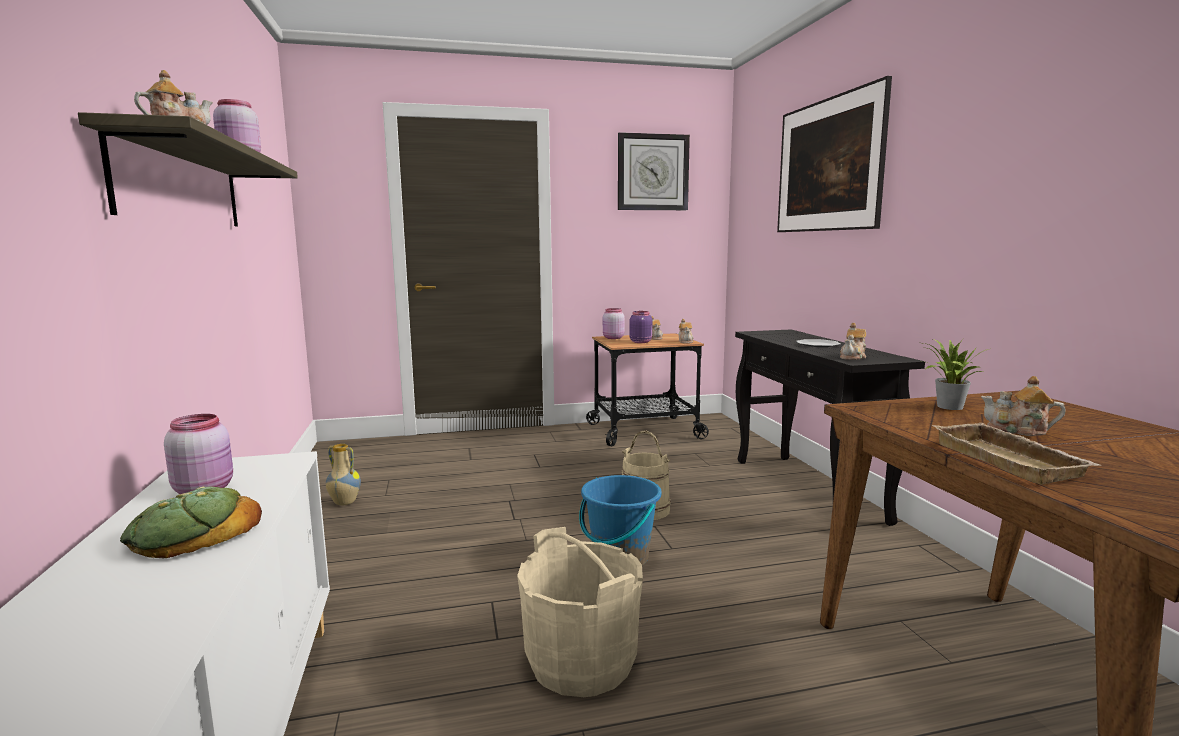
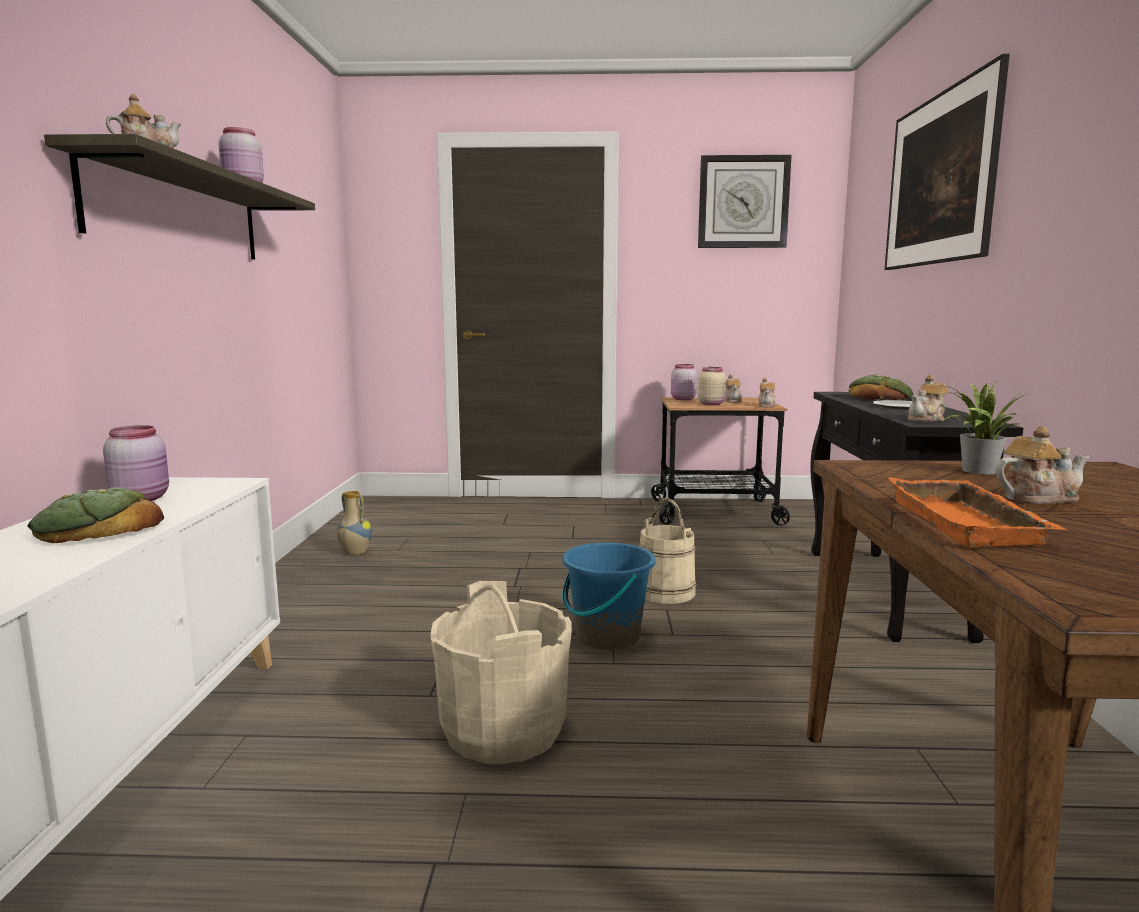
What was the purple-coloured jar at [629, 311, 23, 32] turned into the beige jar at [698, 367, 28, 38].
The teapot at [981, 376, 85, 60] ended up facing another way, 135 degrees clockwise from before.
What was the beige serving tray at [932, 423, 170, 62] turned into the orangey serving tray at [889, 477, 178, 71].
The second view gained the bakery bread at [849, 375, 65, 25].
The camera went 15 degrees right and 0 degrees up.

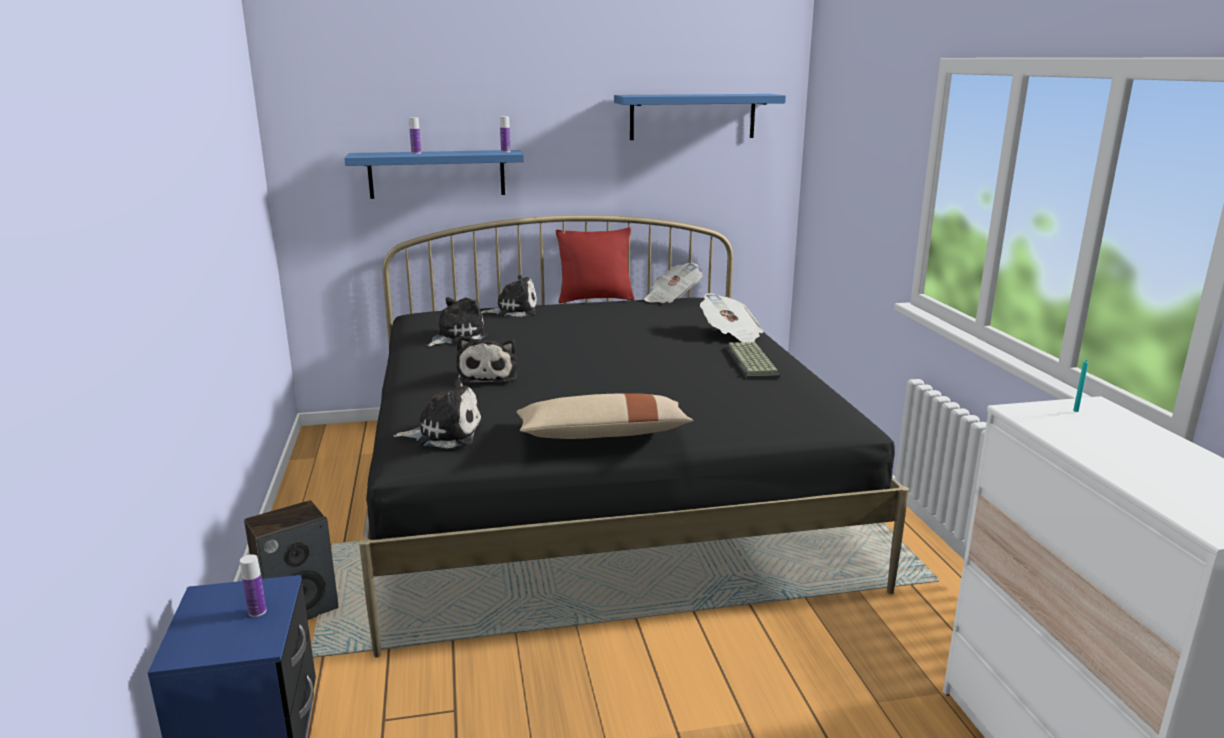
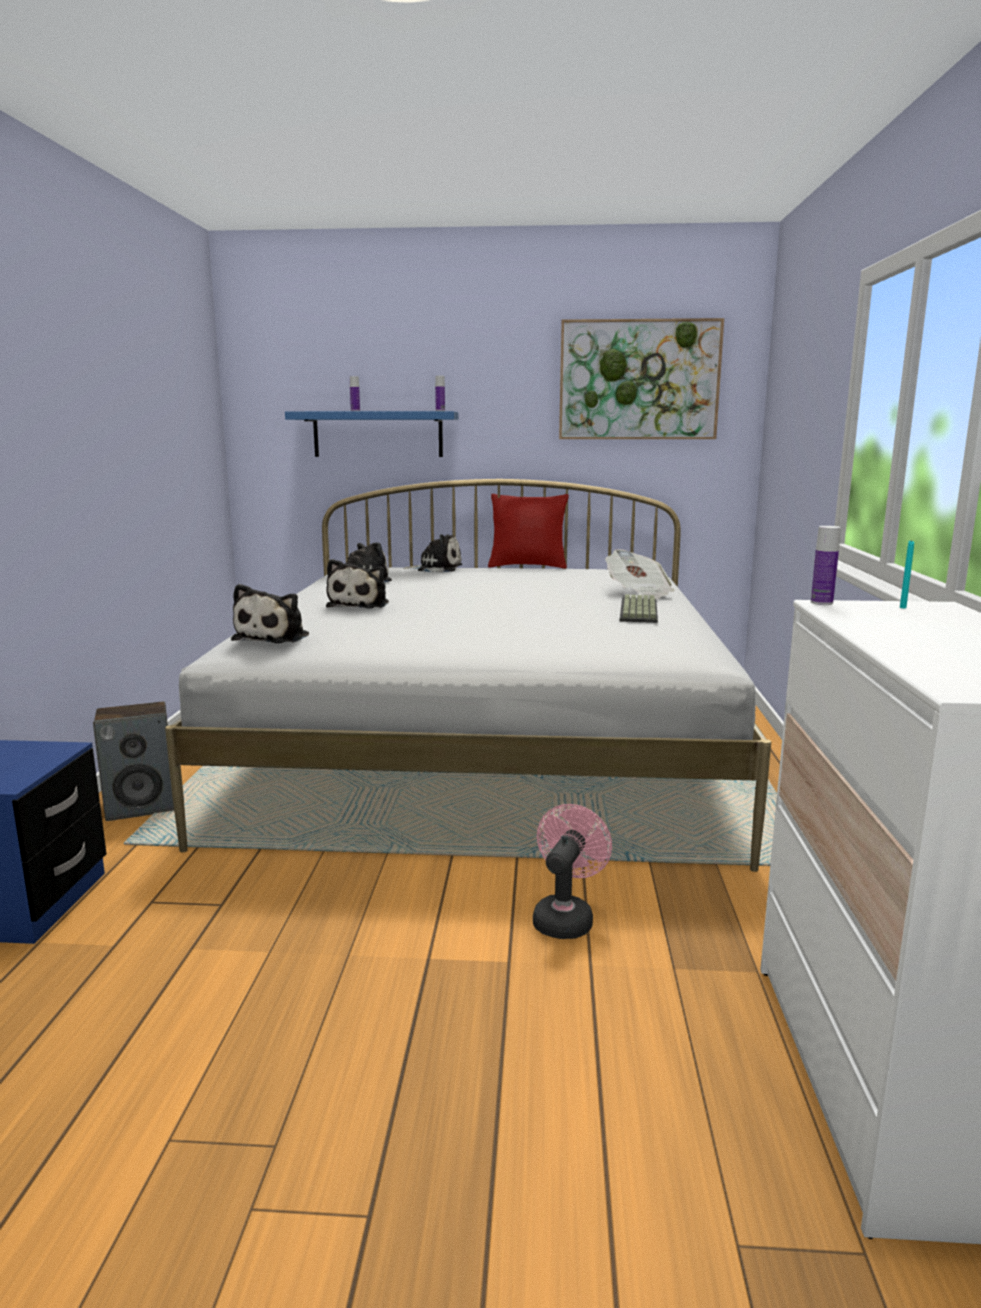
Where the blue shelf hung at [614, 94, 172, 46], the wall picture came to hang at [559, 318, 165, 121].
What was the black sleeping bed at [359, 215, 550, 442] turned into the white sleeping bed at [165, 479, 606, 393].
The second view lost the printed paper at [644, 263, 58, 40].
The plush toy at [393, 379, 89, 70] ended up facing another way, 90 degrees clockwise from before.
The second view lost the beige pillow at [517, 393, 176, 46].
The drink bottle ended up elsewhere, having gone from [240, 555, 26, 62] to [811, 526, 30, 79].
The second view gained the pink-coloured fan at [533, 804, 79, 135].
The camera went 15 degrees right and 5 degrees down.

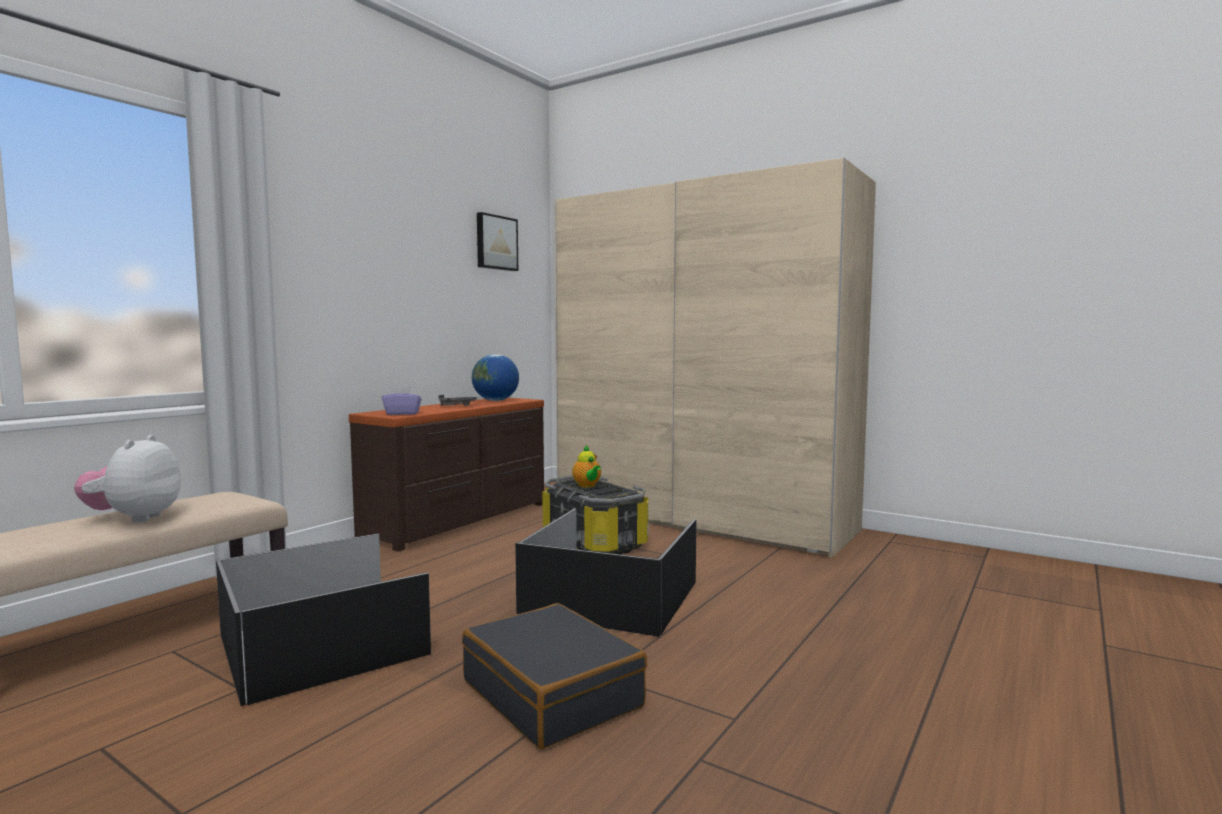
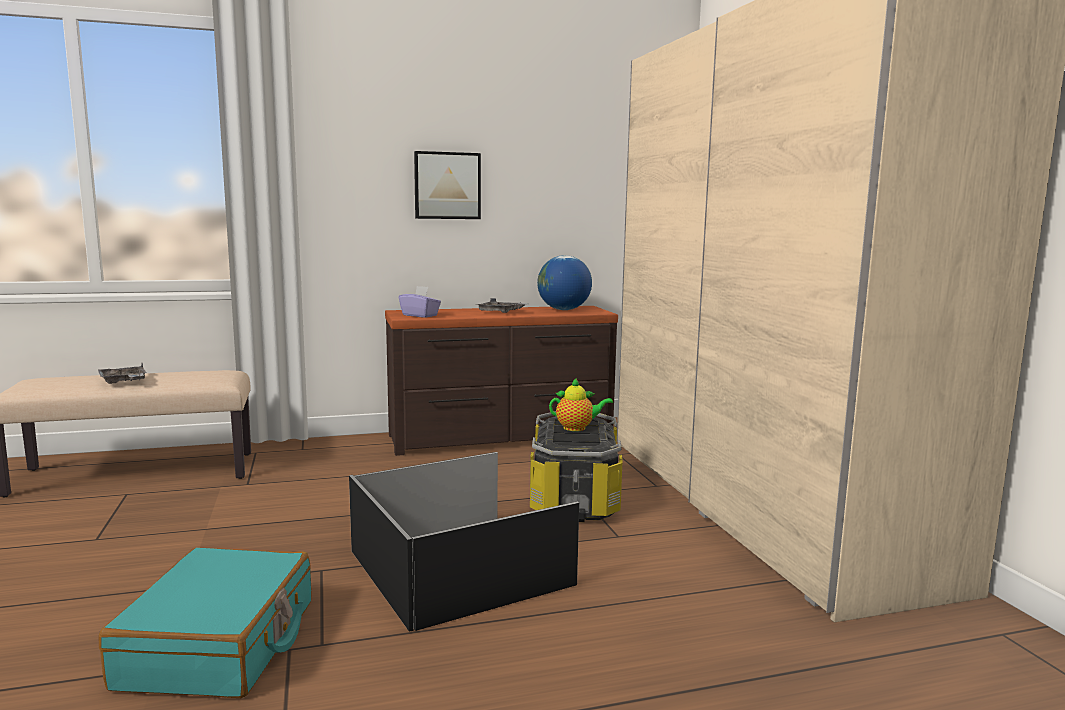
The wall picture ended up elsewhere, having gone from [477, 212, 41, 59] to [414, 151, 67, 68].
Where the plush toy stood at [74, 435, 107, 88], the gray serving tray came to stand at [98, 363, 49, 21].
The teapot at [572, 445, 29, 42] ended up facing another way, 105 degrees counterclockwise from before.
The second view lost the black storage container at [216, 534, 215, 172].
What was the black suitcase at [462, 603, 185, 146] turned into the turquoise suitcase at [98, 548, 213, 150].
The camera went 40 degrees right and 5 degrees up.

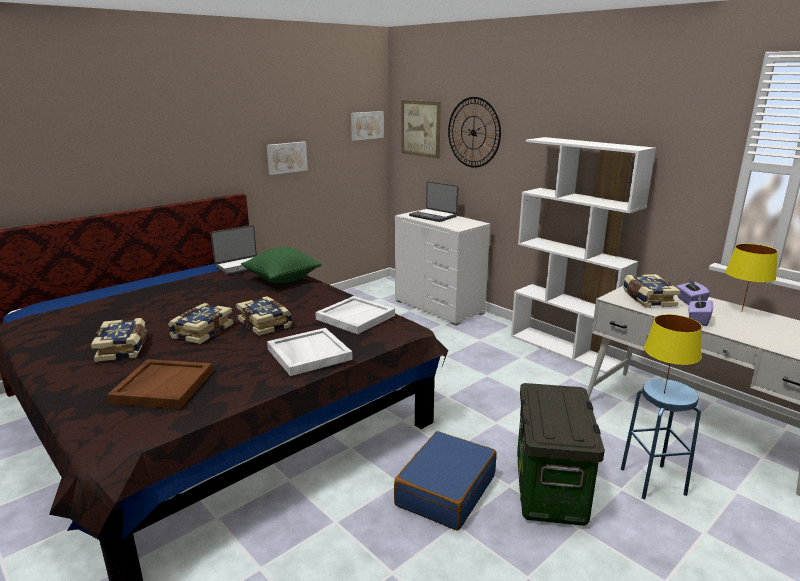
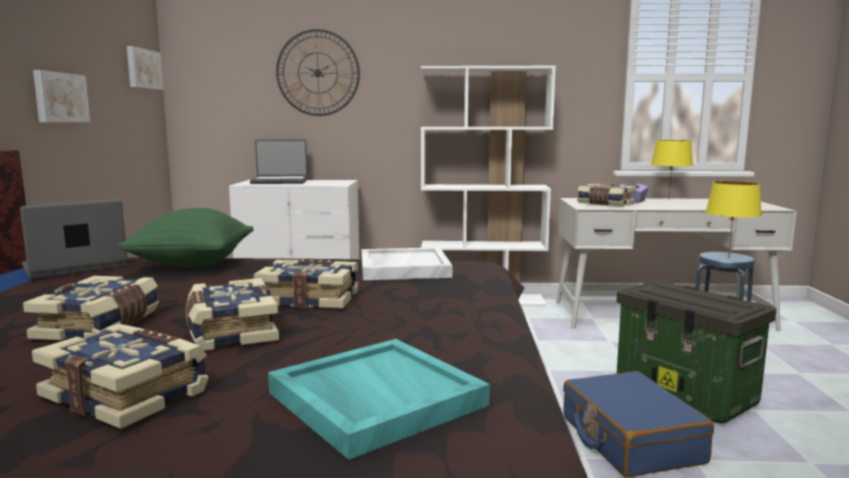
The second view lost the wall picture at [401, 100, 40, 59].
The portable computer at [211, 225, 46, 51] ended up facing another way, 135 degrees counterclockwise from before.
The second view lost the purple-coloured box of tissues at [688, 295, 25, 31].
The second view lost the white serving tray at [267, 328, 86, 48].
What was the brown serving tray at [107, 359, 106, 50] turned into the turquoise serving tray at [268, 339, 222, 121].
The second view gained the volume at [23, 276, 136, 65].
The camera went 45 degrees left and 10 degrees down.

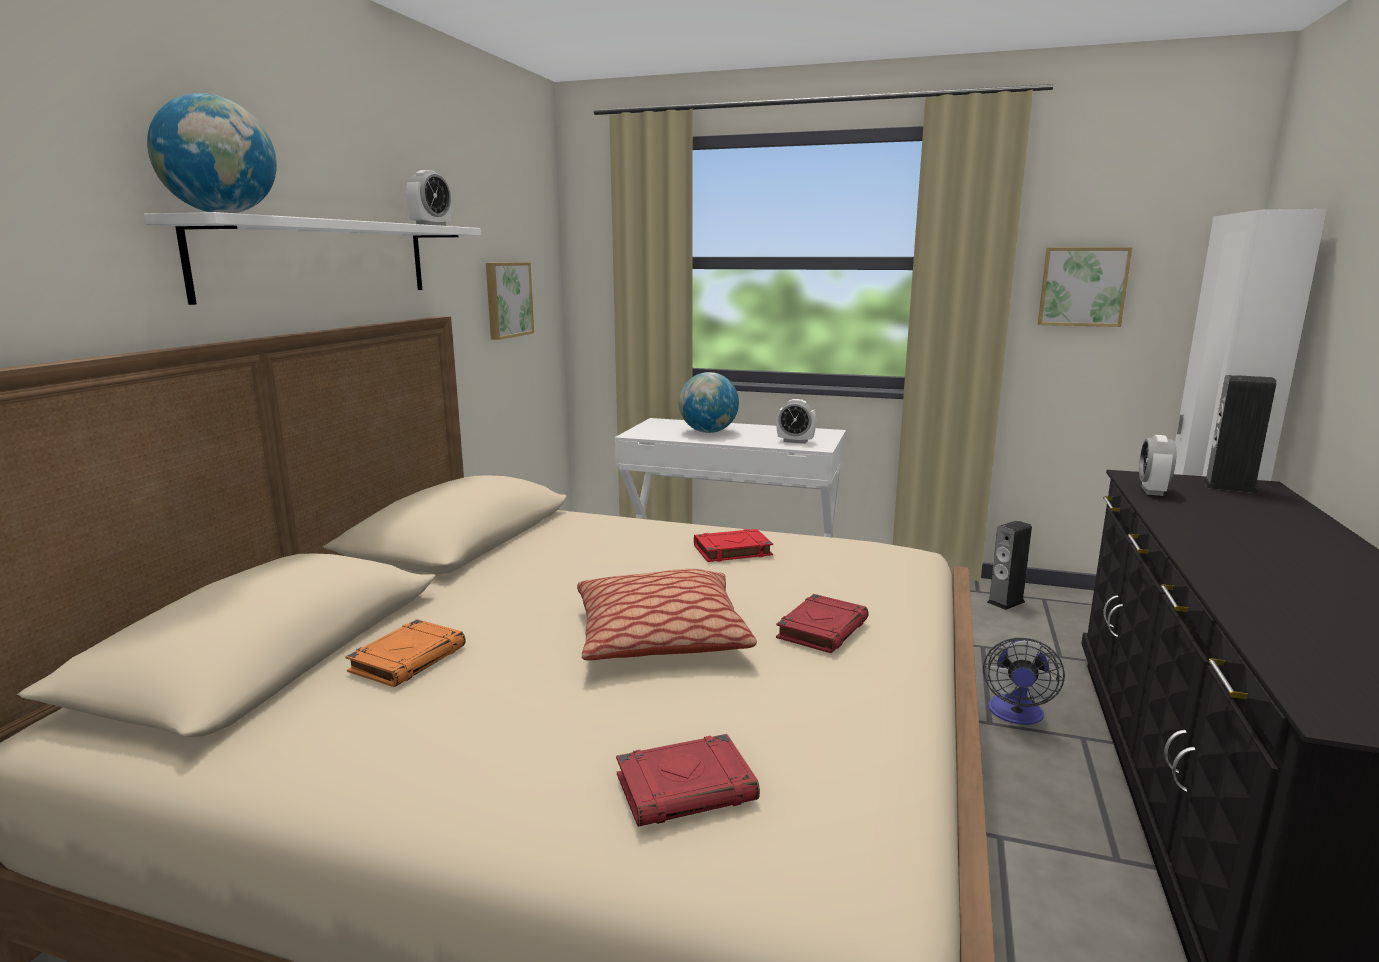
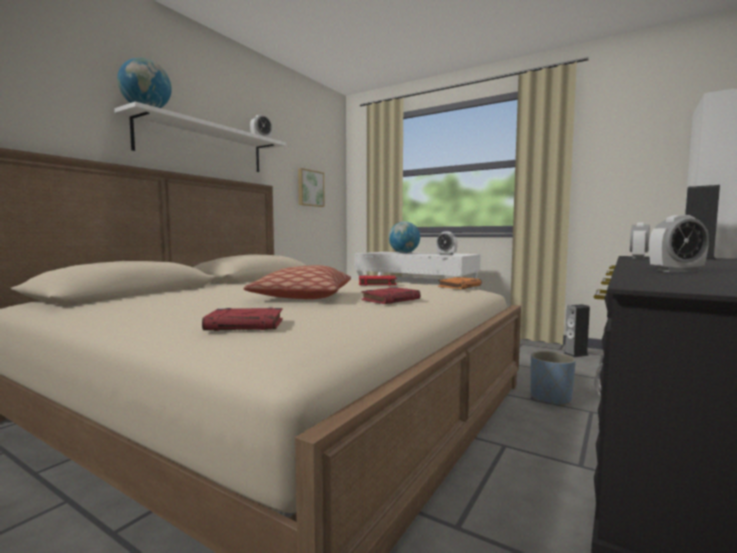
The second view lost the wall picture at [1038, 247, 94, 80].
The orangey volume ended up elsewhere, having gone from [345, 619, 121, 68] to [438, 277, 44, 12].
Where the fan stood at [983, 638, 82, 87], the blue plant pot came to stand at [531, 351, 45, 55].
The second view gained the alarm clock at [649, 215, 60, 57].
The camera went 15 degrees right and 10 degrees down.

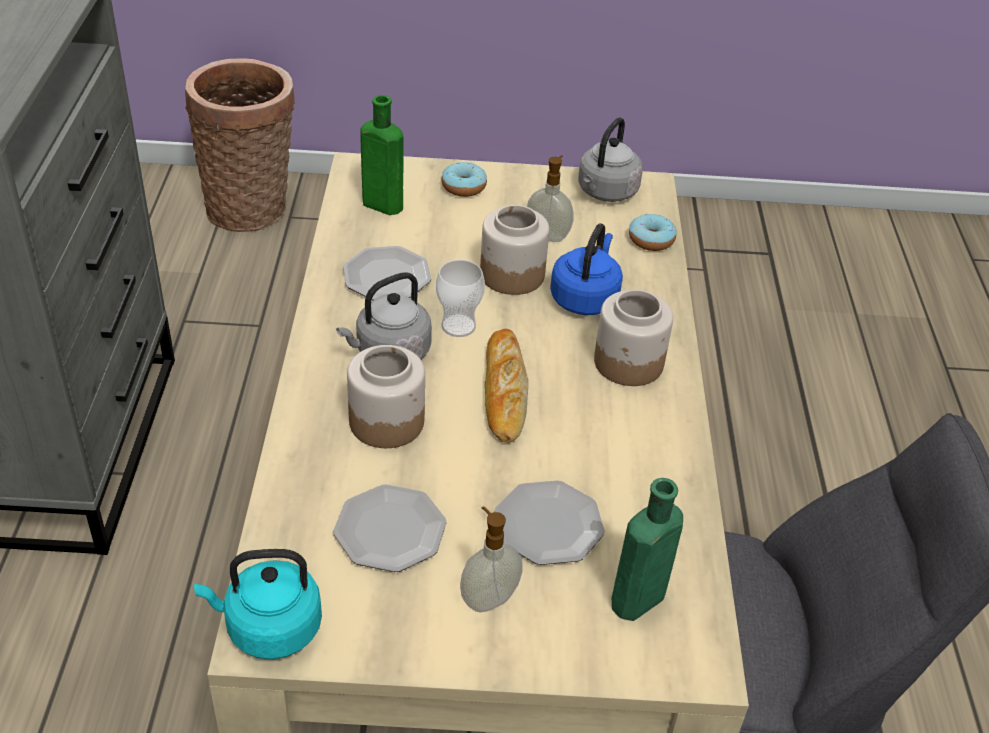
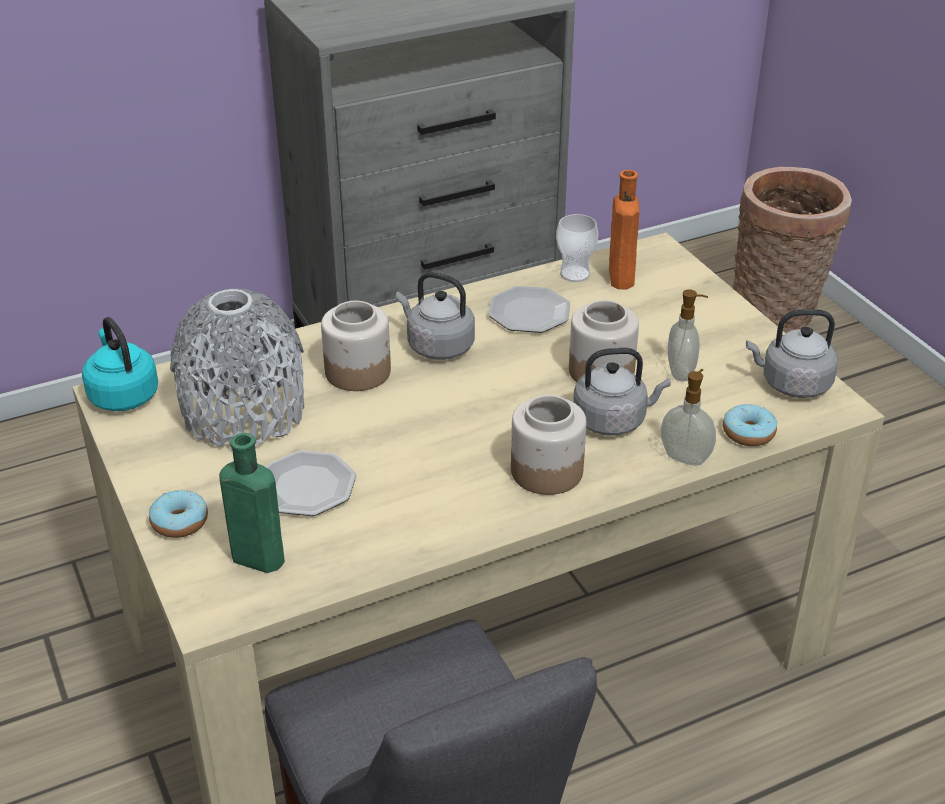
What was the green drink bottle at [360, 95, 43, 120] turned into the orangey drink bottle at [609, 170, 30, 119].
The doughnut ended up elsewhere, having gone from [441, 162, 46, 35] to [149, 490, 59, 48].
What was the blue water kettle at [550, 223, 73, 92] turned into the gray water kettle at [573, 348, 98, 87].
The drinking cup ended up elsewhere, having gone from [436, 260, 49, 77] to [556, 214, 43, 68].
The second view lost the bakery bread at [485, 329, 43, 114].
Where the plate stood at [333, 484, 114, 88], the gray vase came to stand at [170, 289, 134, 161].
The soap bottle ended up elsewhere, having gone from [460, 506, 63, 106] to [661, 369, 55, 97].
The camera went 65 degrees right and 5 degrees down.

